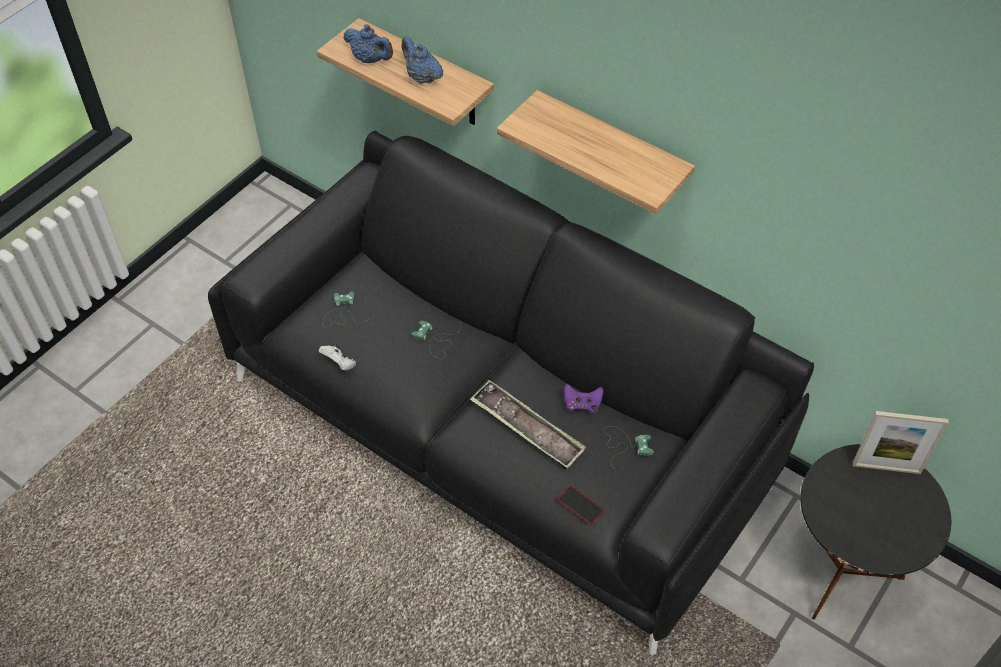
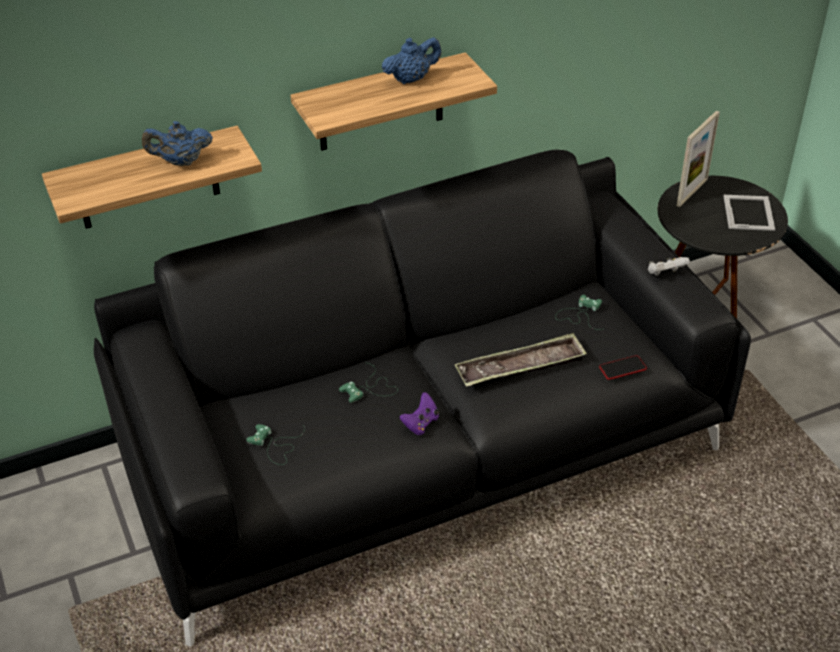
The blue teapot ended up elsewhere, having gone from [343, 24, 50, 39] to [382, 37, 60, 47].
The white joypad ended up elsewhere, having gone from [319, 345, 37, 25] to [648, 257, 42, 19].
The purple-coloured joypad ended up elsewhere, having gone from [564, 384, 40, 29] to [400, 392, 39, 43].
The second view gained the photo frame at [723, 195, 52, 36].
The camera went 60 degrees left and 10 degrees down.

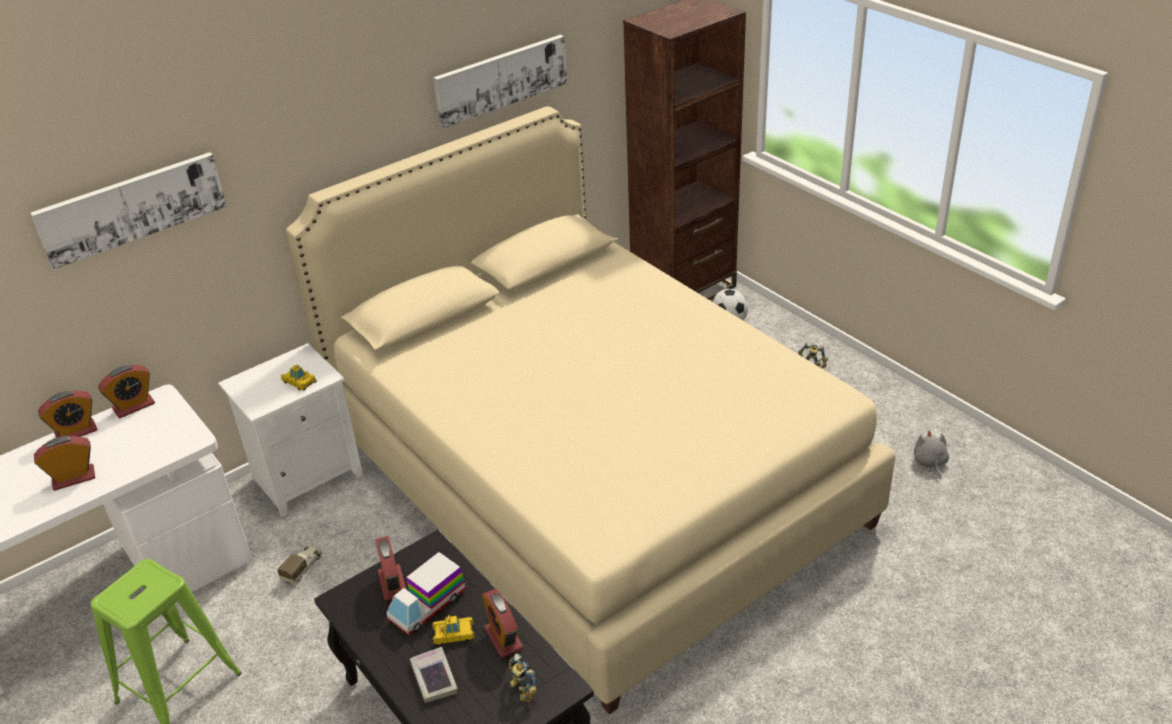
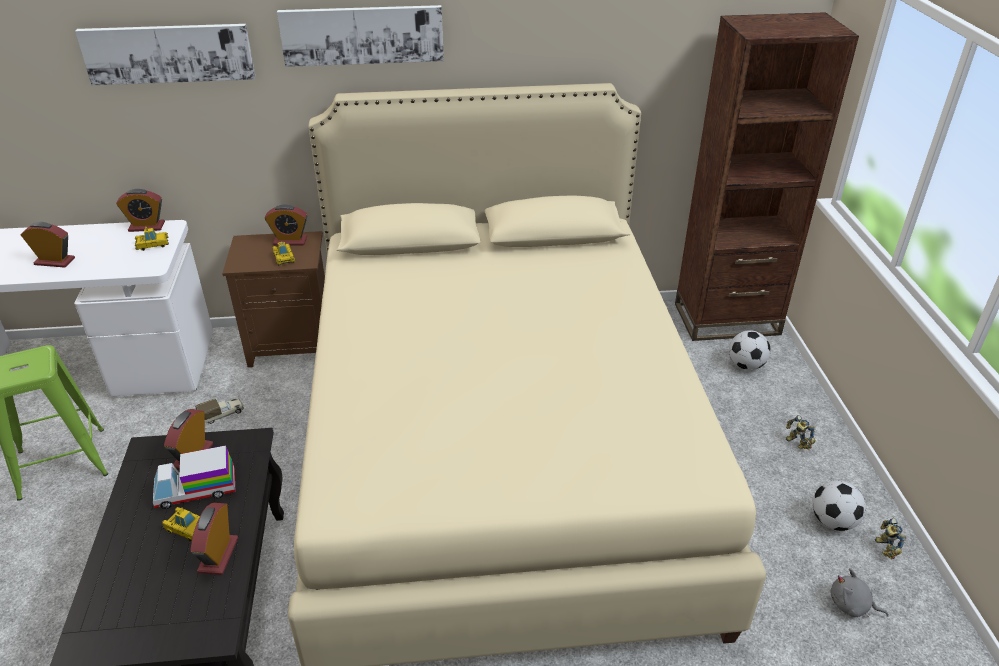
The wall picture ended up elsewhere, having gone from [433, 35, 134, 94] to [277, 5, 167, 62].
What was the white nightstand at [218, 343, 145, 174] turned into the brown nightstand at [222, 231, 103, 137].
The alarm clock ended up elsewhere, having gone from [38, 390, 60, 48] to [265, 204, 43, 41].
The gray plush toy at [914, 431, 35, 48] ended up facing another way, 90 degrees counterclockwise from before.
The second view lost the volume at [410, 647, 48, 56].
The robot figure ended up elsewhere, having gone from [509, 653, 28, 49] to [875, 517, 31, 42].
The second view gained the toy car at [134, 227, 35, 24].
The second view gained the football at [812, 480, 54, 51].
The camera went 30 degrees right and 0 degrees up.

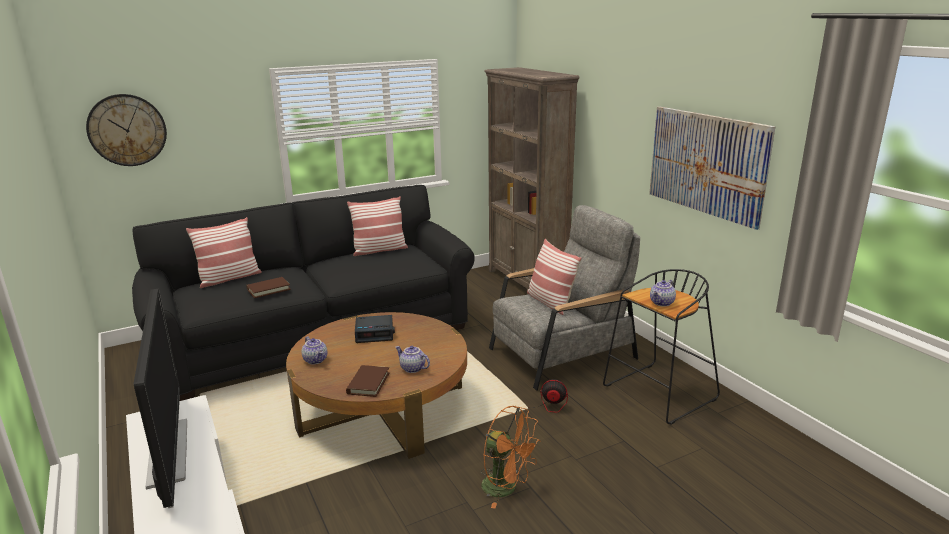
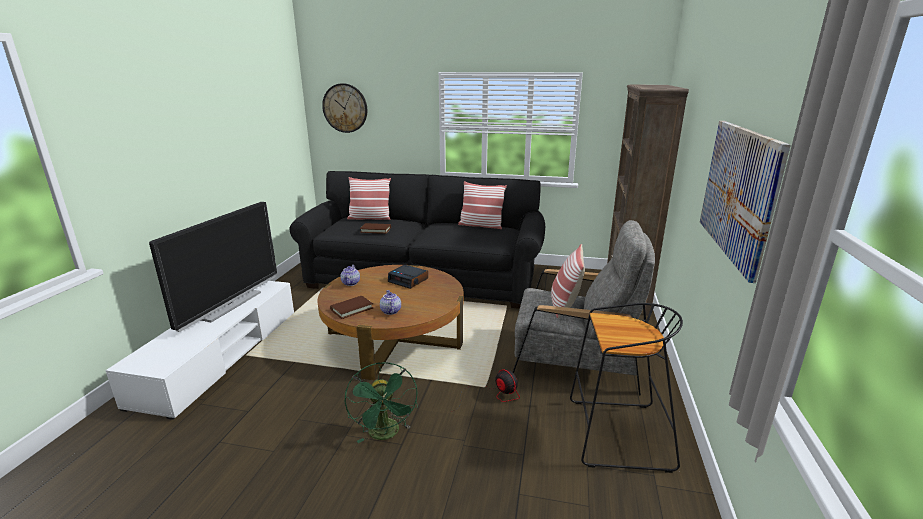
The second view lost the teapot at [650, 280, 26, 27].
What was the orangey fan at [480, 406, 60, 102] turned into the green fan at [345, 362, 73, 81].
The camera went 40 degrees right and 0 degrees up.

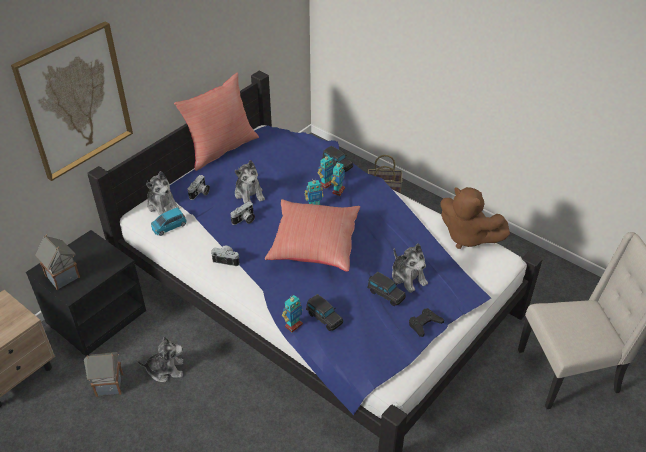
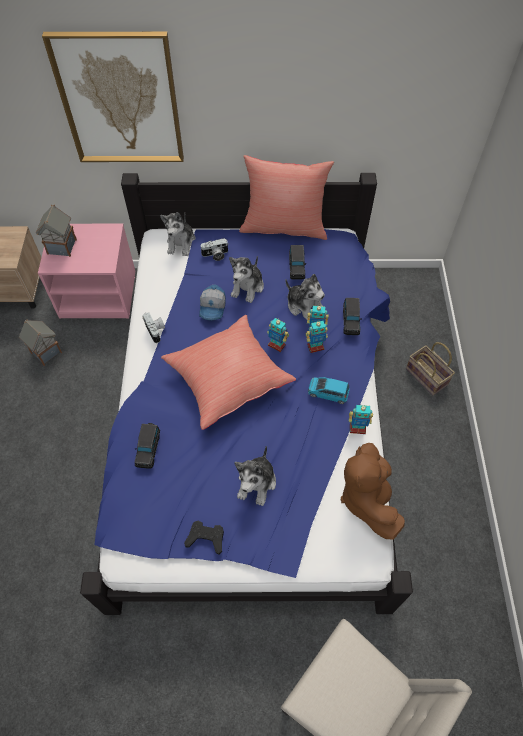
Where the photo camera stood at [231, 201, 24, 24], the peaked cap came to stand at [199, 284, 27, 36].
The blue toy car ended up elsewhere, having gone from [151, 207, 35, 29] to [308, 377, 42, 27].
What was the black nightstand at [26, 230, 120, 126] turned into the pink-coloured nightstand at [38, 224, 97, 95].
The black toy car ended up elsewhere, having gone from [367, 272, 39, 34] to [289, 245, 17, 34].
The robot figure ended up elsewhere, having gone from [282, 295, 21, 37] to [349, 405, 24, 29].
The plush toy ended up elsewhere, having gone from [137, 337, 46, 45] to [286, 274, 39, 46].
The camera went 50 degrees right and 15 degrees up.

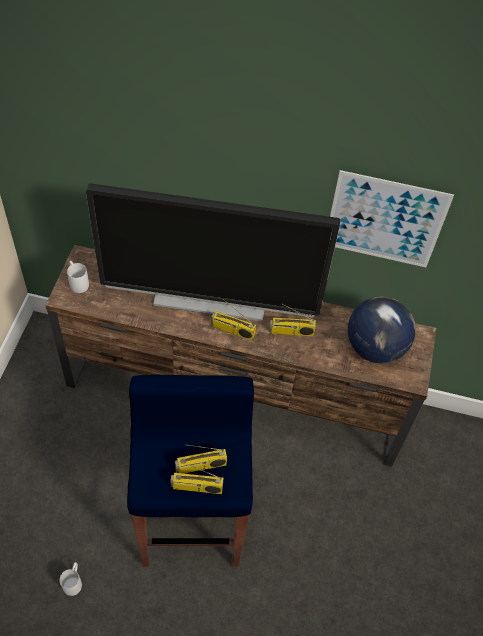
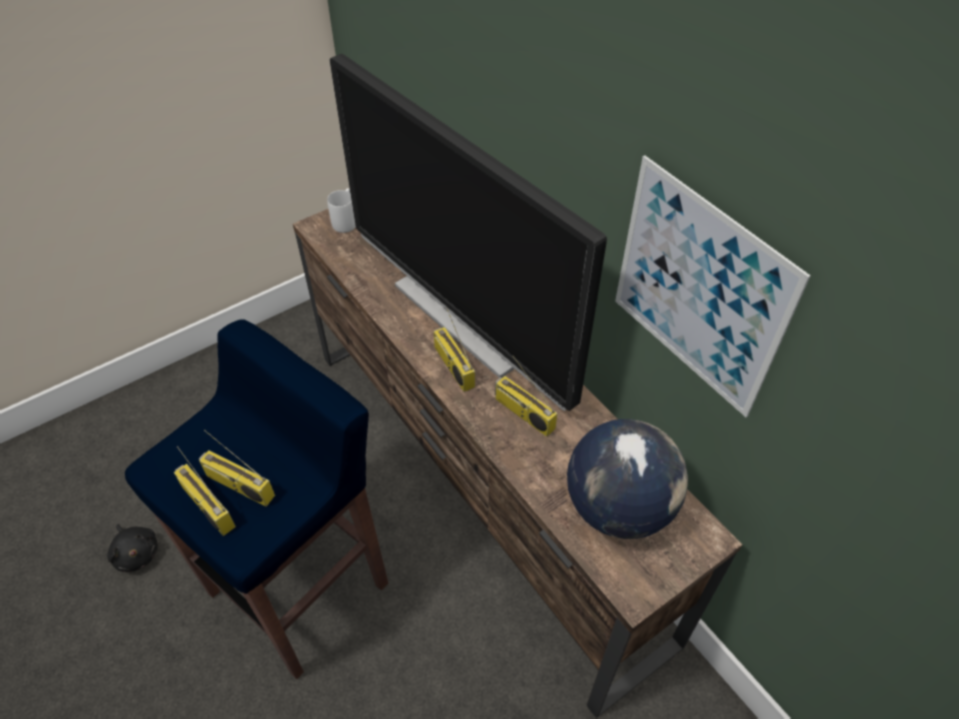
Where the white mug stood at [60, 562, 22, 34], the black plush toy came to stand at [107, 524, 51, 49].
The camera went 45 degrees right and 5 degrees down.

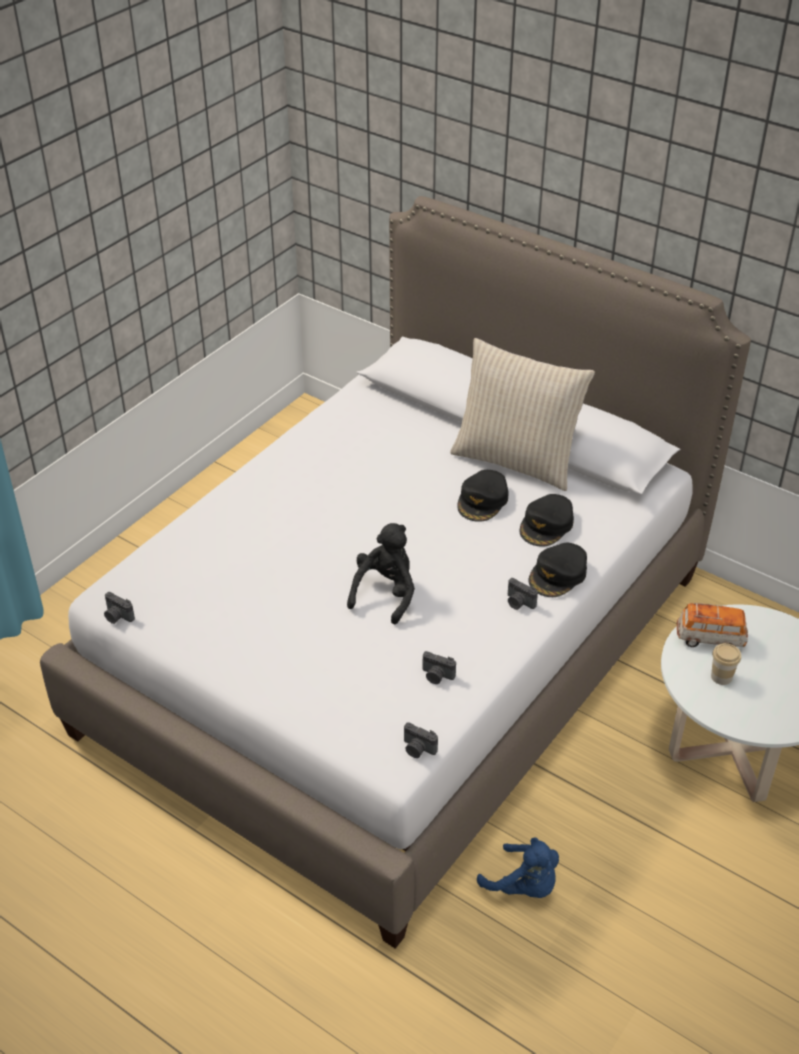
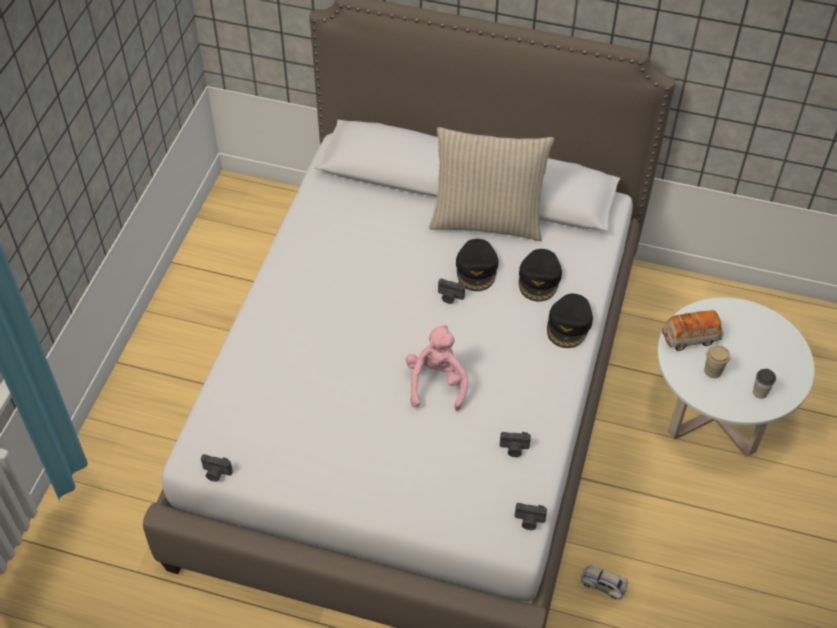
What was the black plush toy at [347, 523, 68, 101] turned into the pink-coloured plush toy at [406, 325, 62, 86].
The photo camera ended up elsewhere, having gone from [508, 578, 30, 32] to [438, 279, 27, 25].
Where the blue plush toy stood at [477, 837, 82, 61], the white toy car came to stand at [581, 565, 47, 35].
The second view gained the drinking cup at [753, 369, 23, 30].
The camera went 20 degrees left and 10 degrees up.

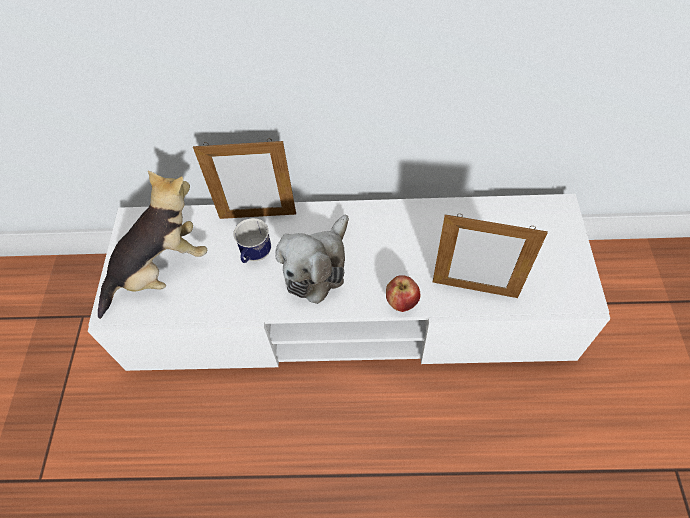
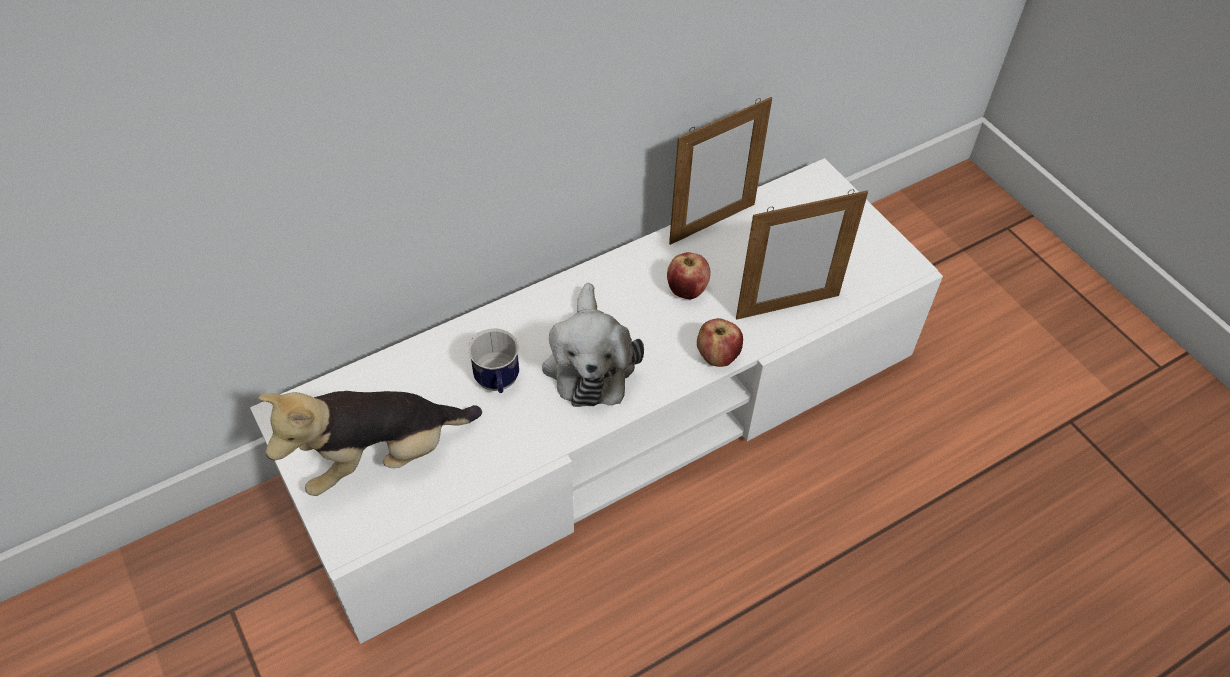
The photo frame ended up elsewhere, having gone from [193, 139, 103, 80] to [669, 97, 103, 148].
The plush toy at [98, 171, 109, 148] ended up facing another way, 135 degrees counterclockwise from before.
The second view gained the whole apple at [667, 252, 44, 47].
The camera went 35 degrees left and 5 degrees down.

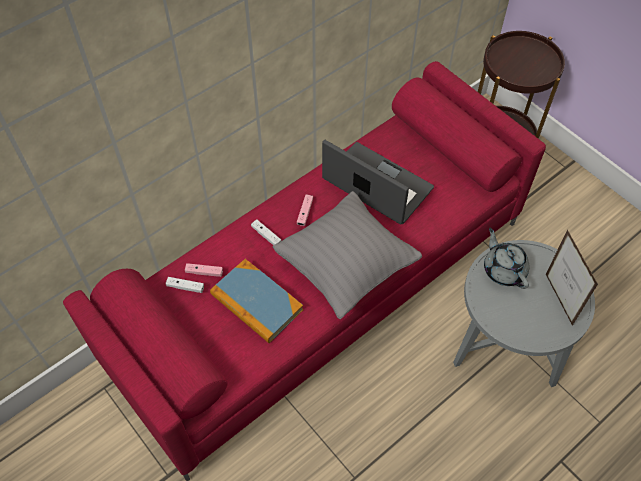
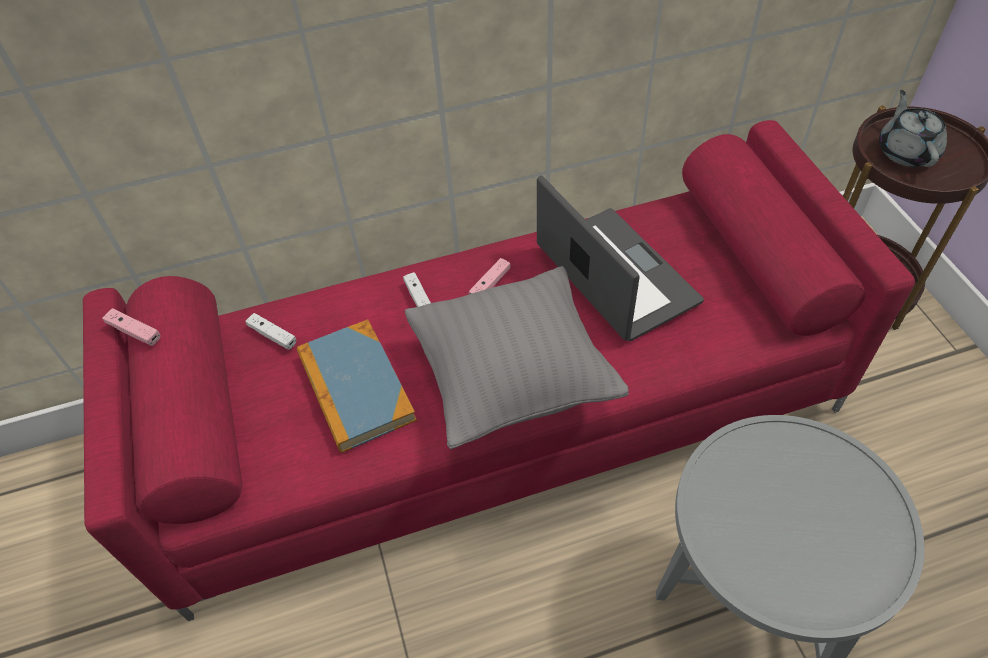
The gray teapot ended up elsewhere, having gone from [484, 228, 45, 61] to [879, 90, 68, 77].
The second view lost the photo frame at [546, 229, 52, 97].
The pink-coloured joypad ended up elsewhere, having gone from [185, 263, 38, 14] to [102, 308, 58, 38].
The camera went 25 degrees right and 5 degrees down.

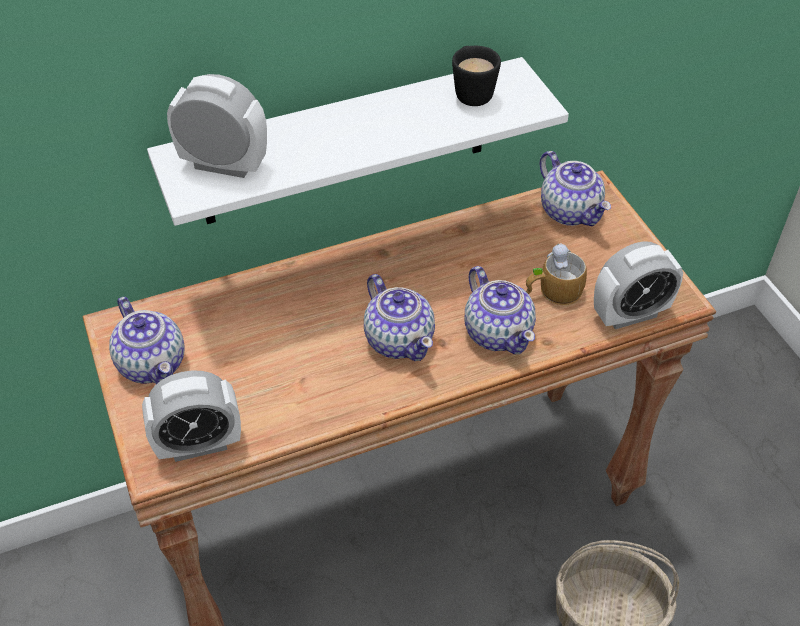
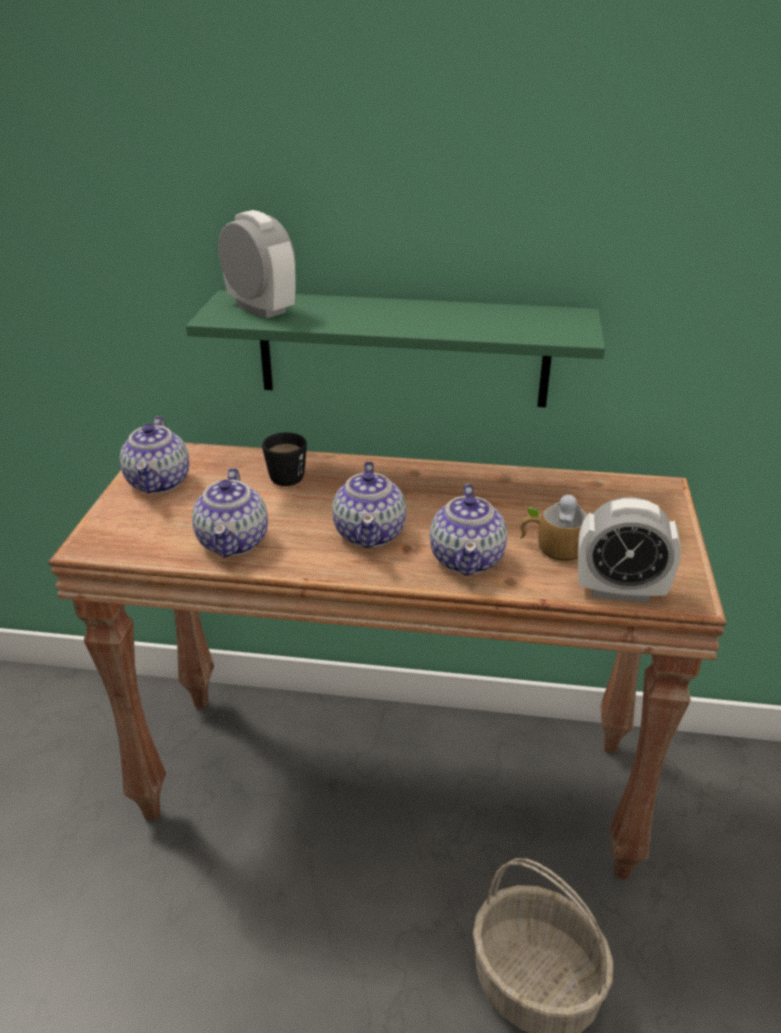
The black mug ended up elsewhere, having gone from [452, 46, 49, 60] to [262, 433, 45, 53].
What was the white shelf at [147, 57, 422, 169] turned into the green shelf at [186, 290, 419, 117].
The teapot ended up elsewhere, having gone from [540, 151, 71, 75] to [192, 468, 76, 90].
The second view lost the alarm clock at [142, 370, 99, 92].
The camera went 30 degrees right and 15 degrees down.

